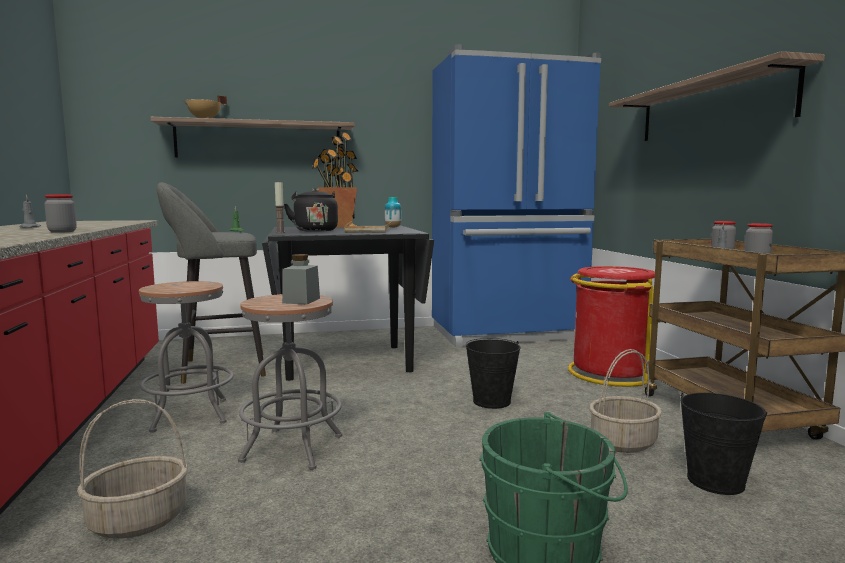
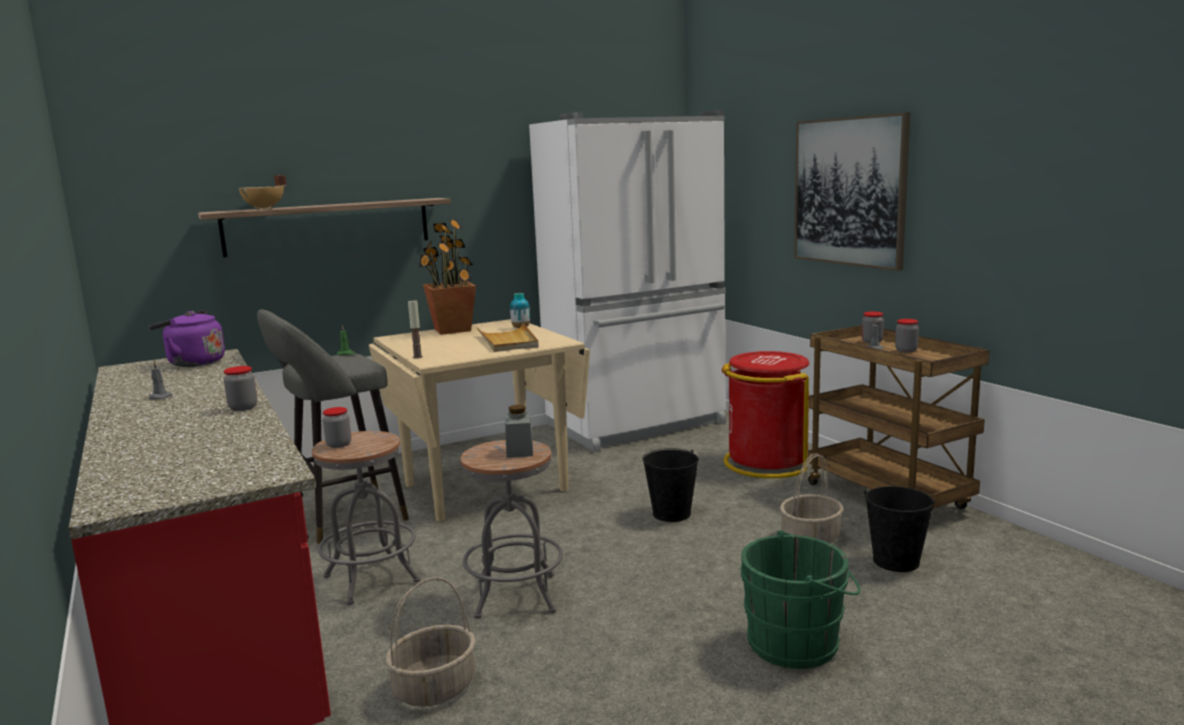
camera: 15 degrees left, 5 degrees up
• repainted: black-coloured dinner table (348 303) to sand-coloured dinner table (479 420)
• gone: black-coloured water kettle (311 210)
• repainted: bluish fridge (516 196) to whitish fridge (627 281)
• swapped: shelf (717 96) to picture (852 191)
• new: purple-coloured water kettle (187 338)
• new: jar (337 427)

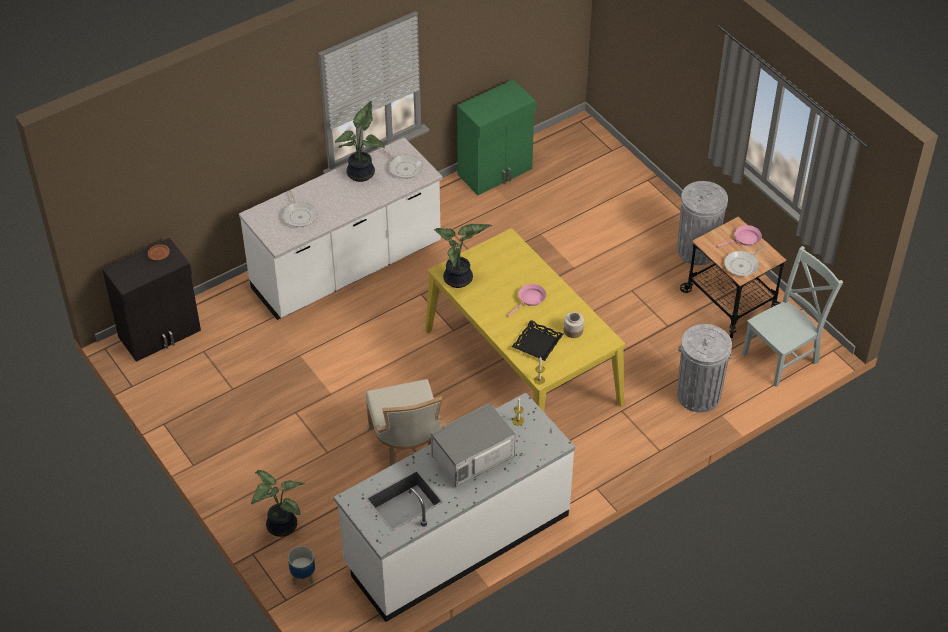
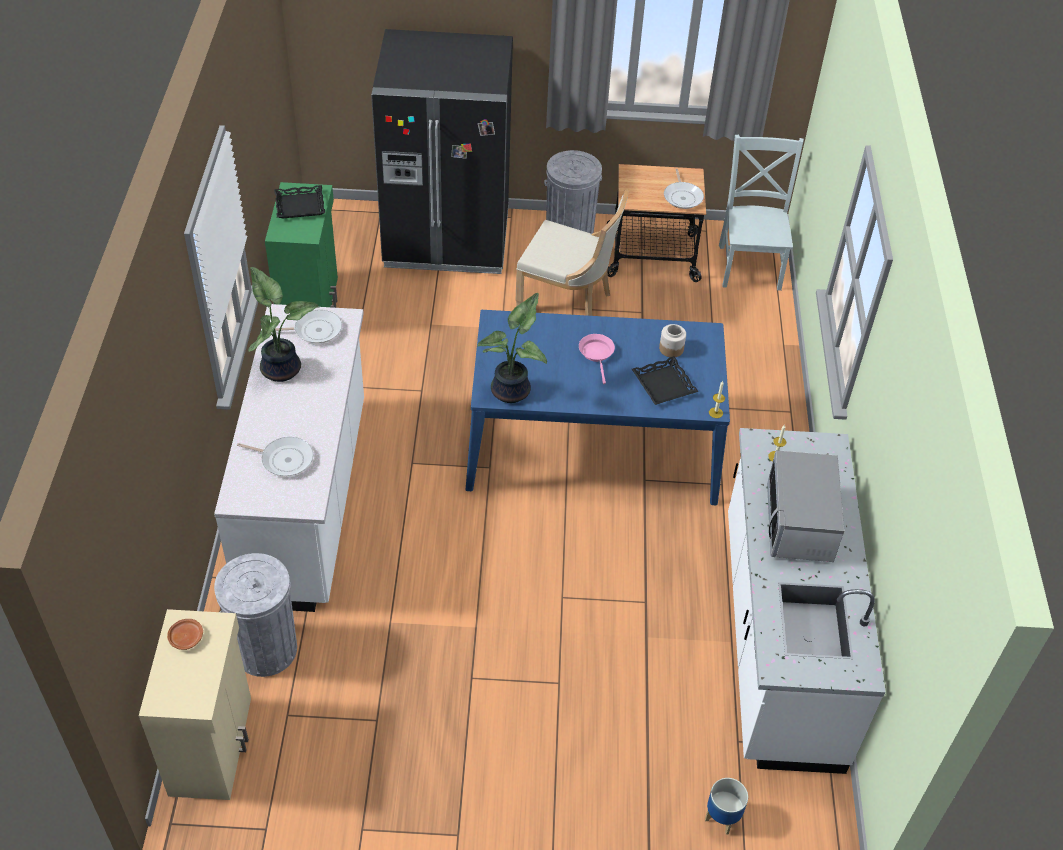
camera: 55 degrees left, 0 degrees up
• repainted: black-coloured cabinet (151 300) to sand-coloured cabinet (195 704)
• gone: plant in a pot (278 503)
• shifted: sand-coloured plain chair (404 423) to (572 253)
• repainted: yellowish dinner table (525 320) to bluish dinner table (598 407)
• shifted: gray waste bin (704 368) to (255 615)
• gone: pink-coloured skillet (739 236)
• new: black-coloured serving tray (299 201)
• new: black-coloured fridge (442 151)

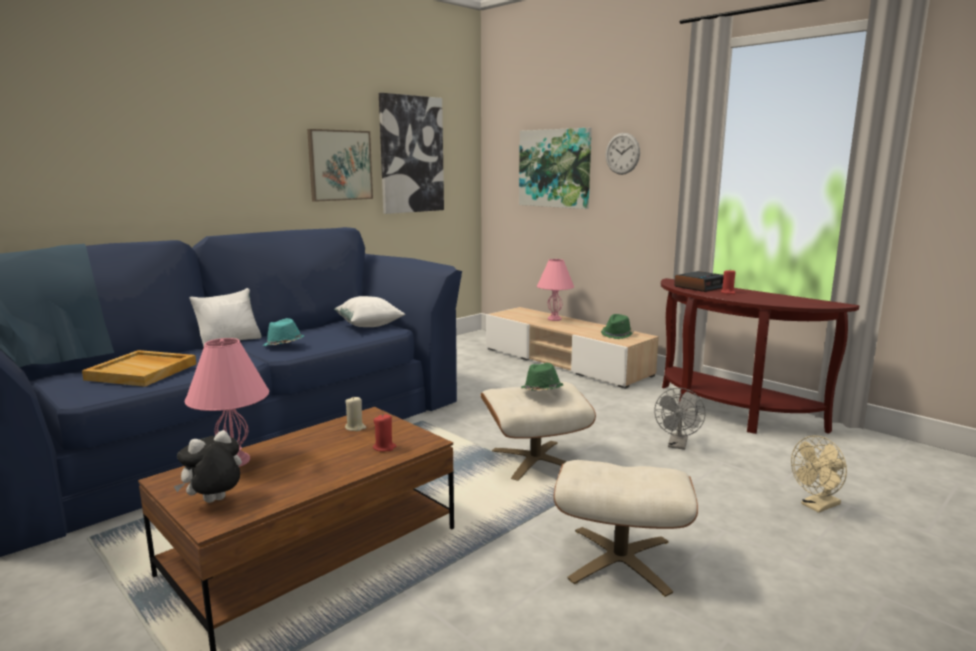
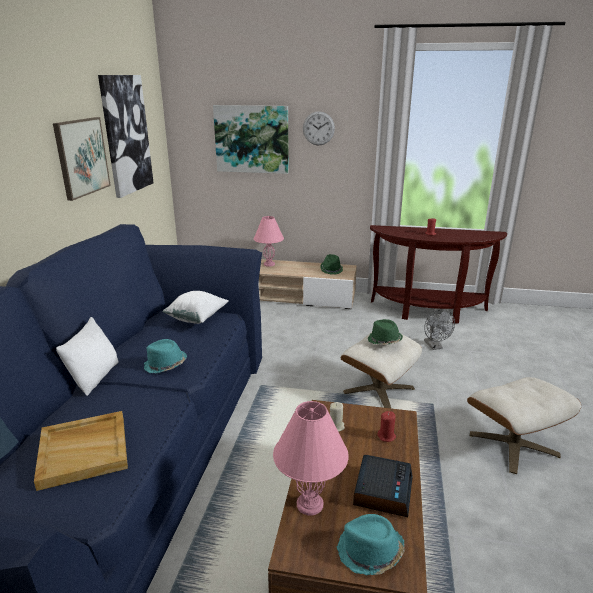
camera: 35 degrees left, 10 degrees up
• swapped: cuddly toy (207 466) to blue-green wearable hat (370 544)
• shifted: alarm clock (699 281) to (383 486)
• gone: sand-coloured electric fan (819 474)

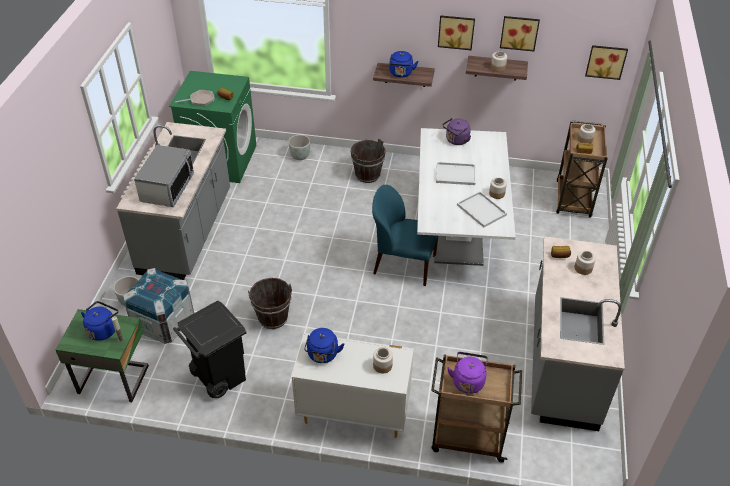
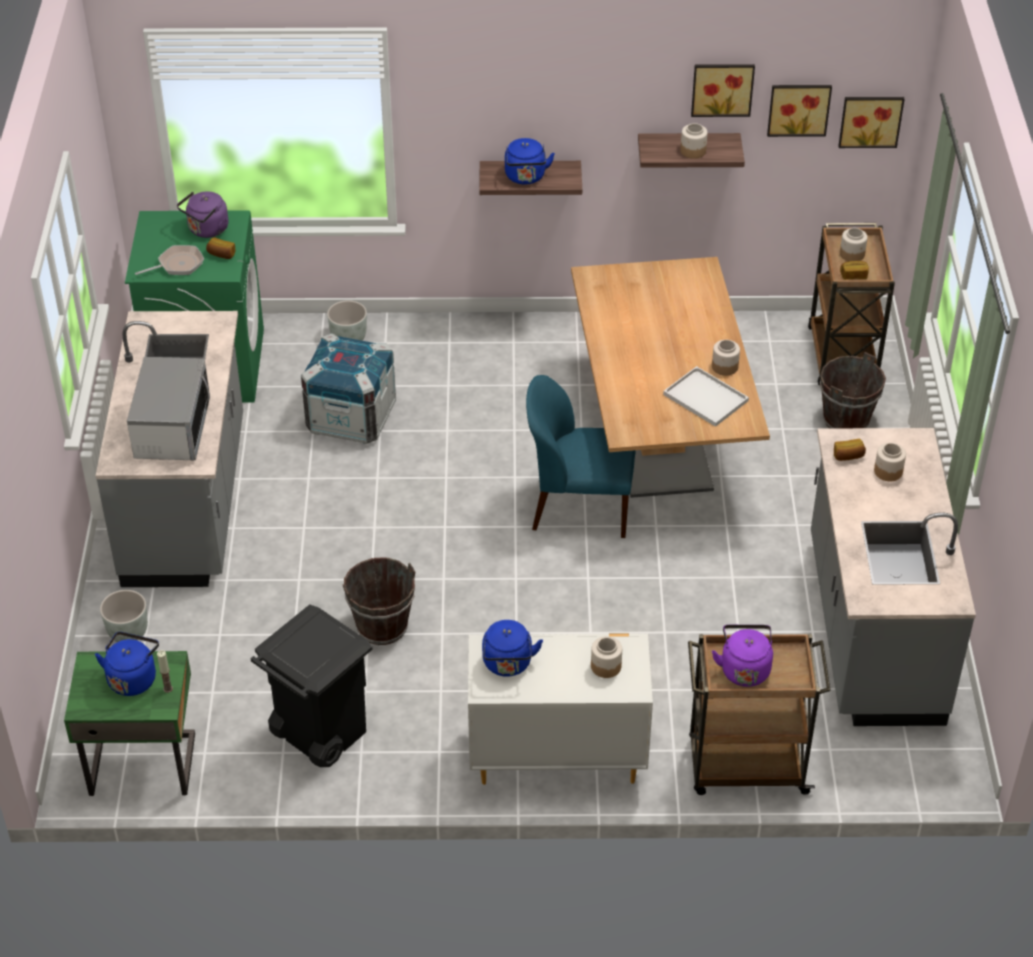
camera: 10 degrees left, 0 degrees up
• shifted: crate (158 306) to (348 388)
• shifted: brown-coloured bucket (368 161) to (853 390)
• repainted: whitish dinner table (466 197) to brown-coloured dinner table (670 377)
• gone: whitish serving tray (455 173)
• shifted: picture (456 32) to (799 111)
• shifted: purple-coloured water kettle (457 131) to (202 214)

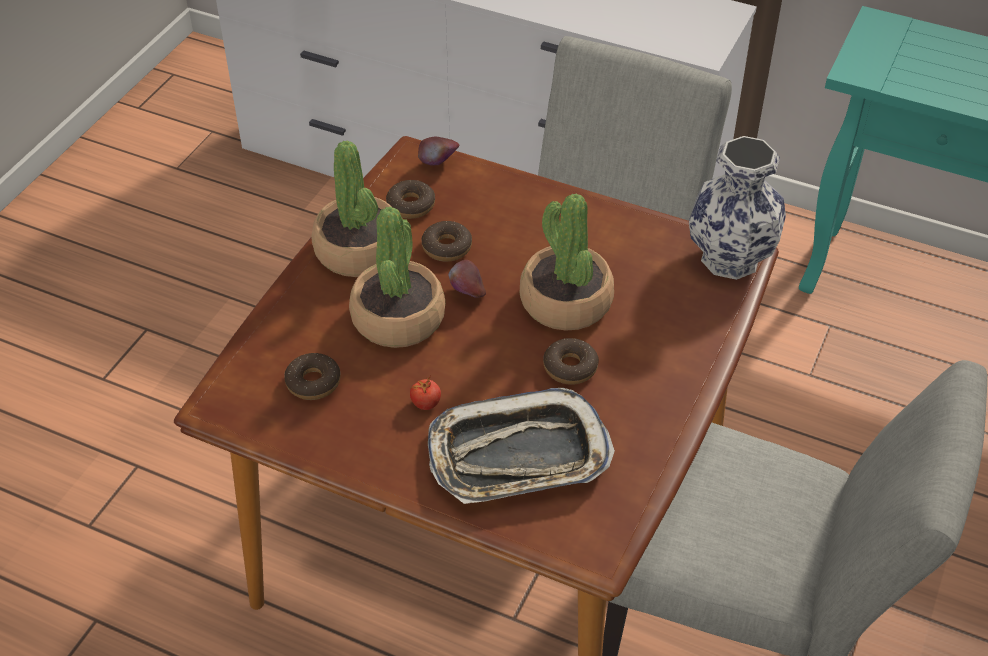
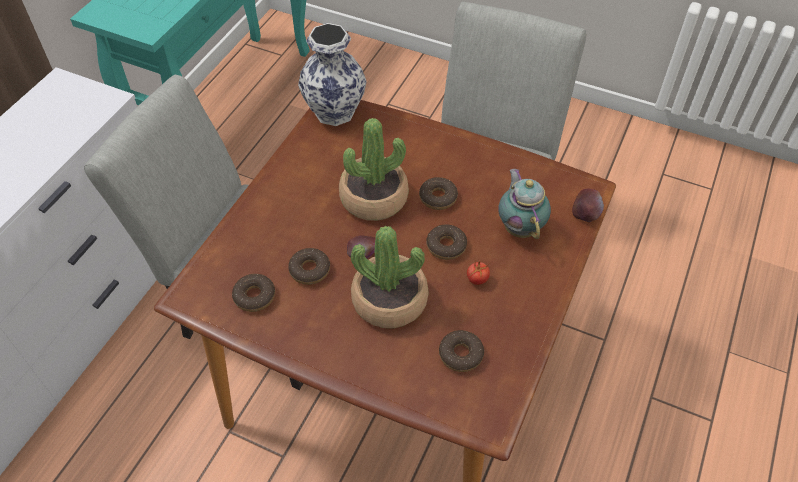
camera: 90 degrees left, 5 degrees up
• gone: plant in a pot (351 209)
• shifted: apple fruit (438 151) to (588 205)
• swapped: serving tray (521 446) to tea pot (525 204)
• new: ring doughnut (447 242)

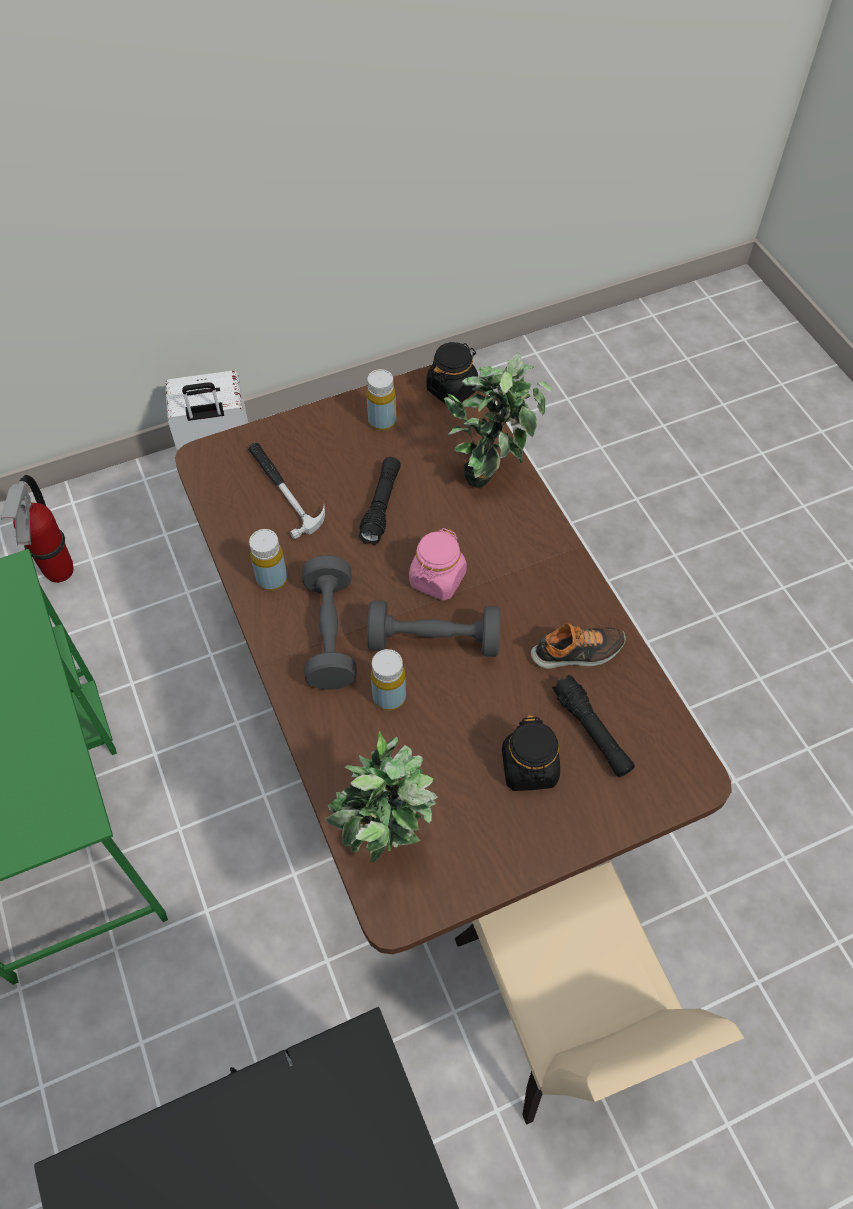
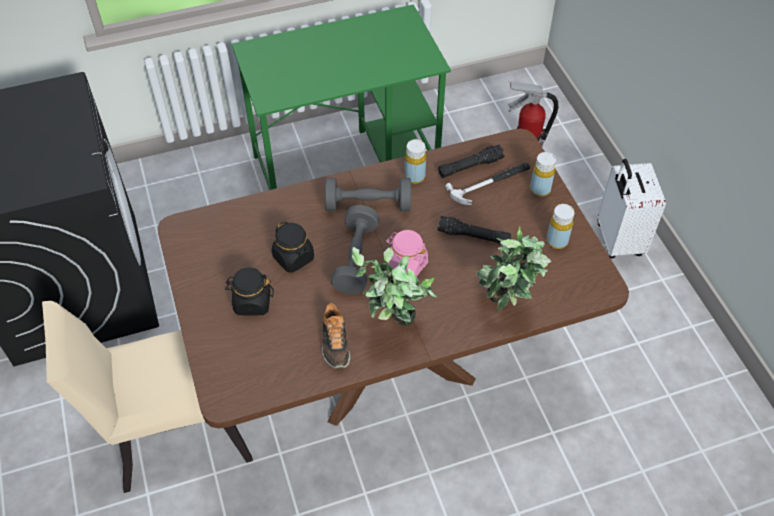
camera: 95 degrees right, 5 degrees down
• shifted: plant in a pot (381 796) to (394 286)
• shifted: yellowish beverage bottle (388 680) to (543 174)
• shifted: black-coloured jar (452 373) to (293 247)
• shifted: black-coloured hand torch (593 726) to (471 161)

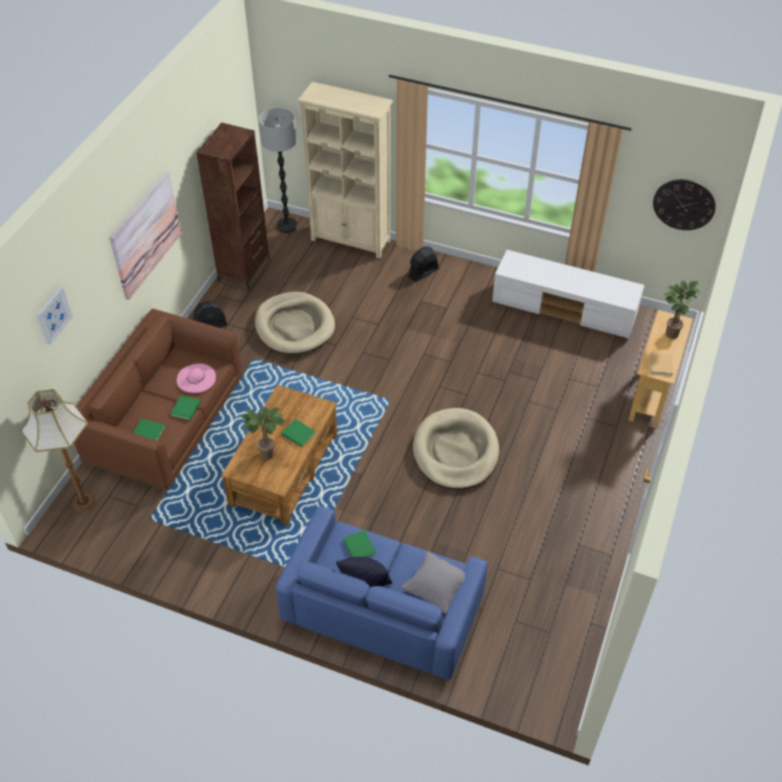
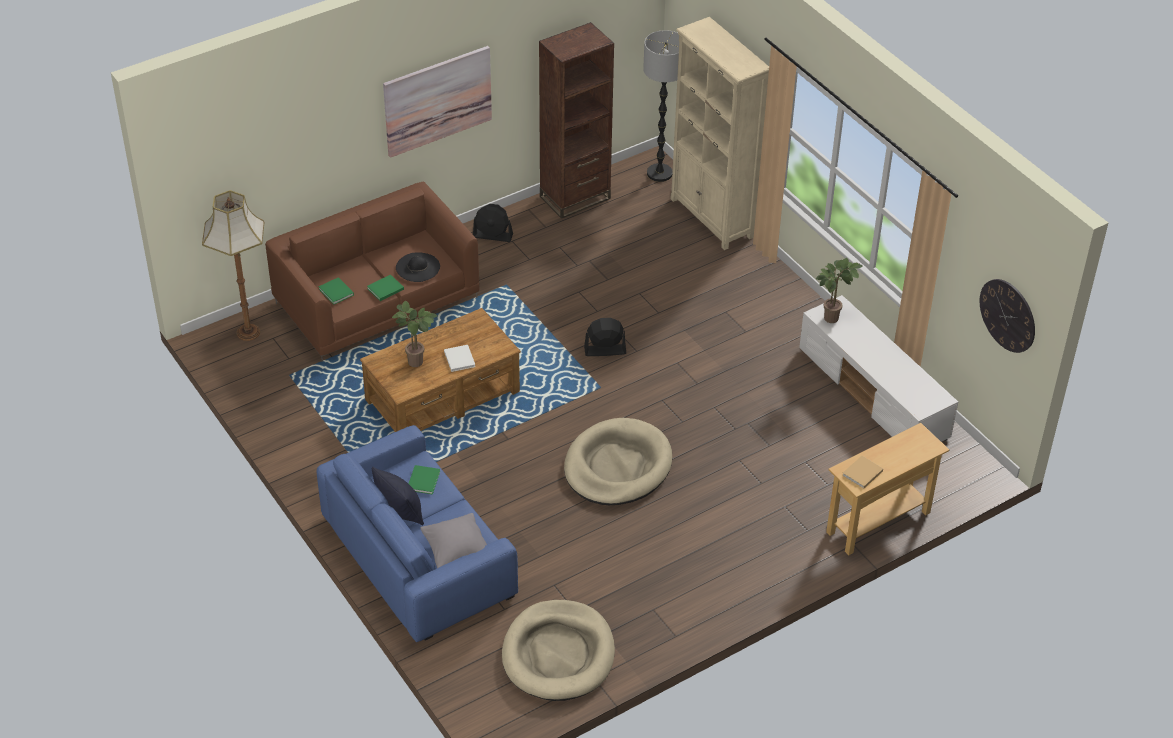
camera: 35 degrees right, 5 degrees down
• gone: picture (54 316)
• repainted: pink-coloured wearable hat (196 378) to black-coloured wearable hat (418 267)
• shifted: sand-coloured pet bed (295 323) to (558 650)
• repainted: green book (298 433) to whitish book (459 358)
• shifted: black-coloured electric fan (423 264) to (605 337)
• shifted: plant in a pot (682 310) to (839 290)

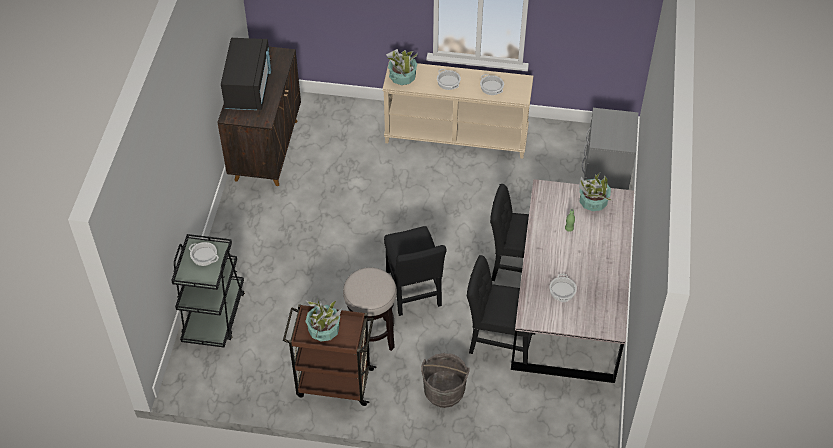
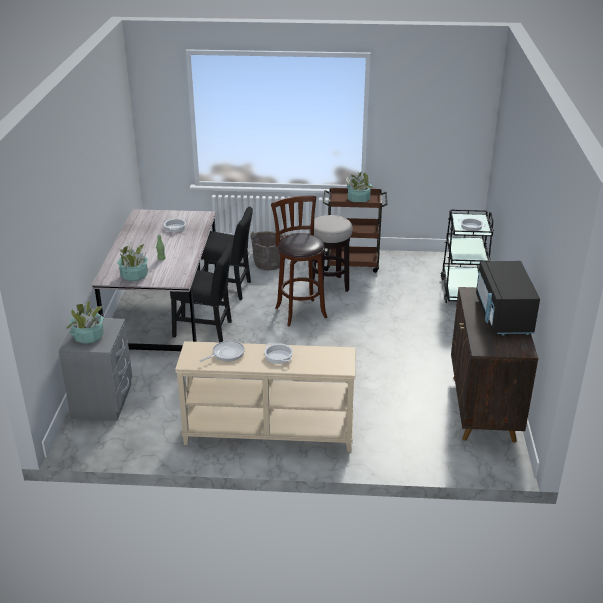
camera: 175 degrees right, 20 degrees down
• swapped: black-coloured plain chair (415 271) to brown-coloured sitting stool (299 261)
• shifted: plant in a pot (402 67) to (85 322)
• swapped: cooking pot (492 84) to skillet (222 351)

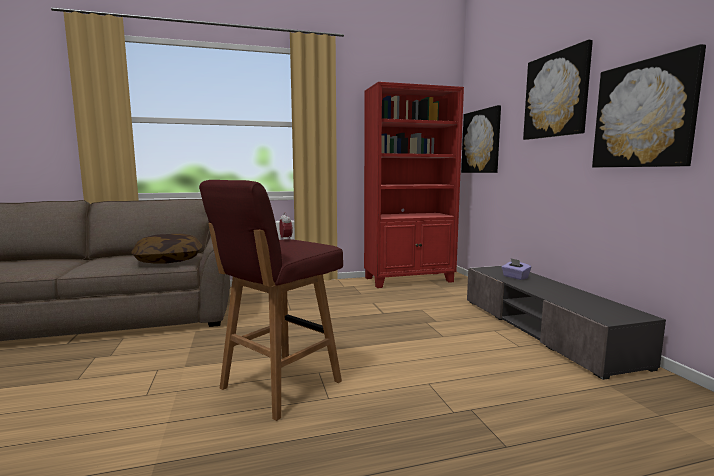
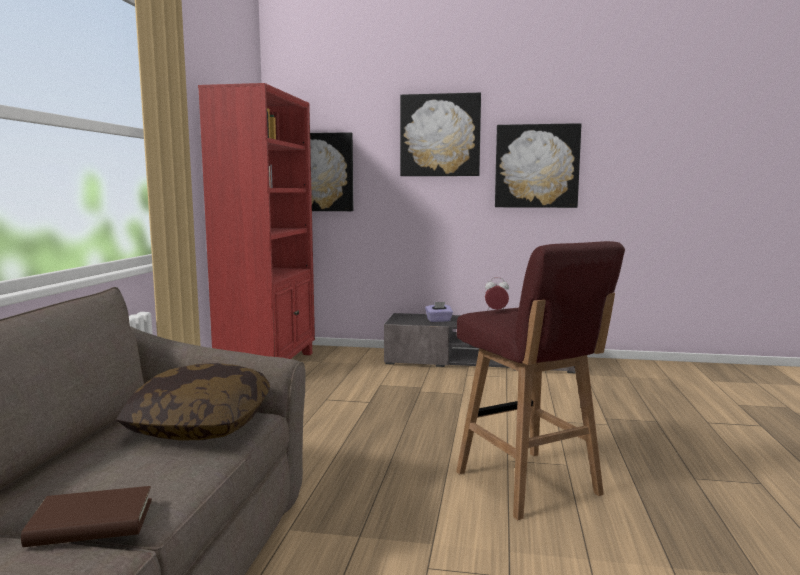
camera: 65 degrees left, 0 degrees up
• new: brown-coloured book (86 516)

